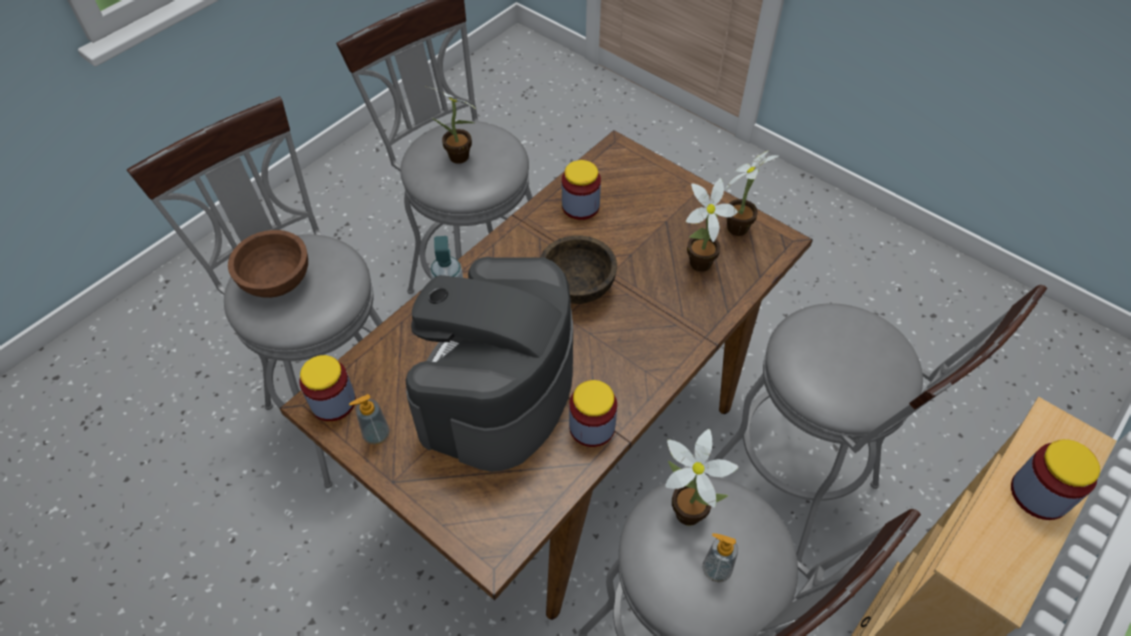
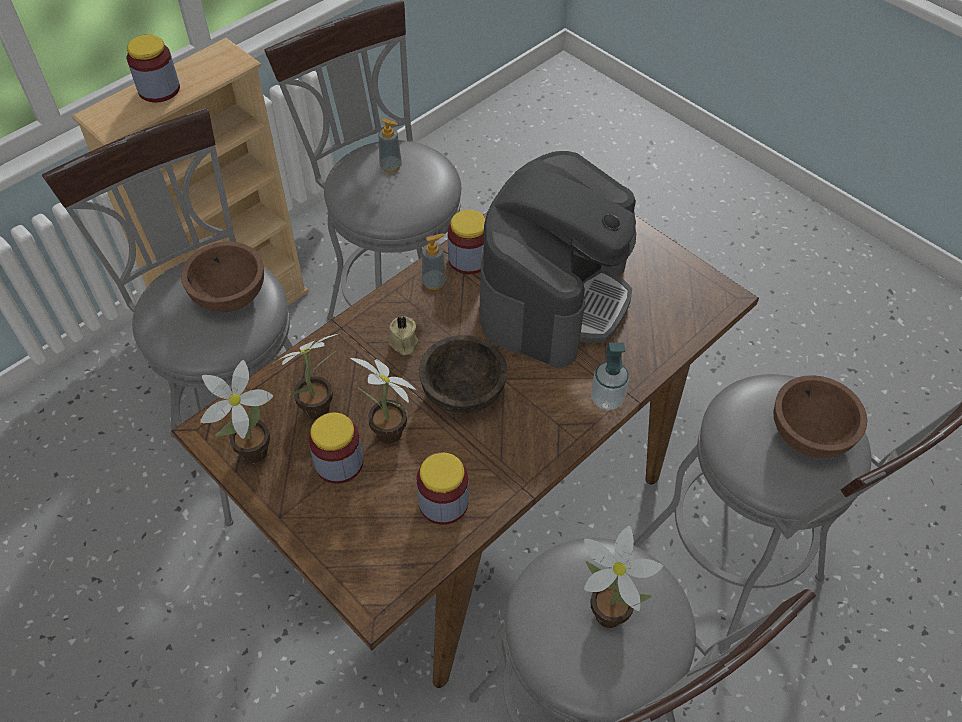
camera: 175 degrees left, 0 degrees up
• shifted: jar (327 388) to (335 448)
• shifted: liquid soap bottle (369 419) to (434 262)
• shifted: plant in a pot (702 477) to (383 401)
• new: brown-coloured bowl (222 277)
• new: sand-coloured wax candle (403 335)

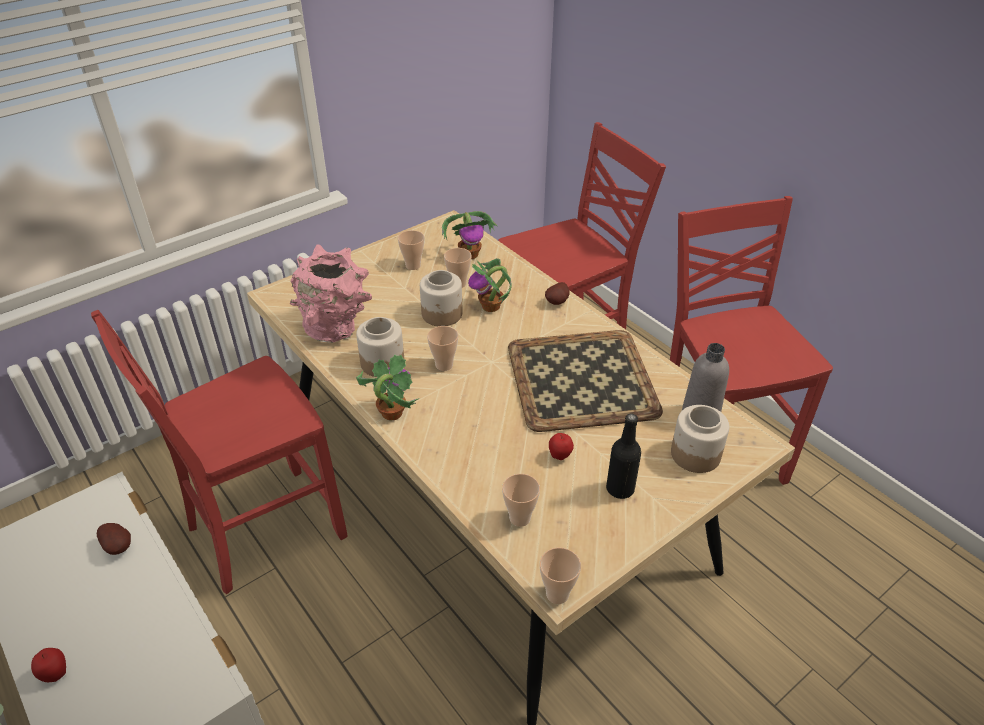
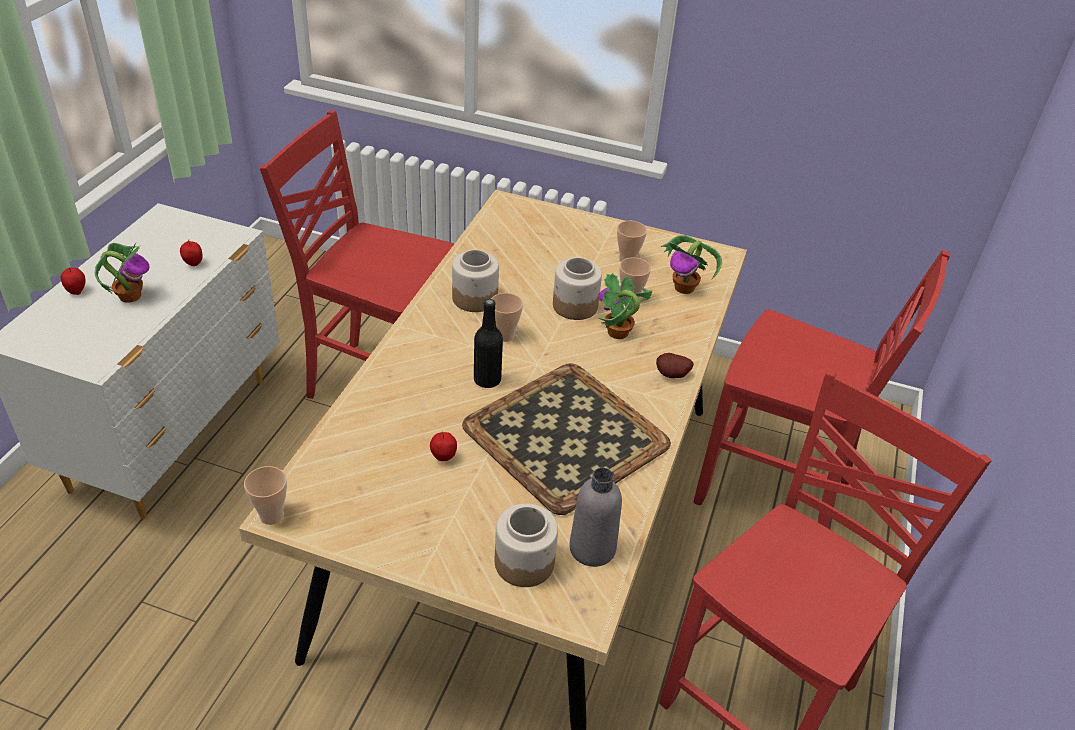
camera: 55 degrees right, 0 degrees up
• swapped: potato (114 539) to apple fruit (191 252)
• gone: pink-coloured flower vase (331 293)
• shifted: plant in a pot (388 387) to (121 273)
• gone: drinking cup (521 500)
• shifted: black-coloured beverage bottle (623 456) to (488 343)

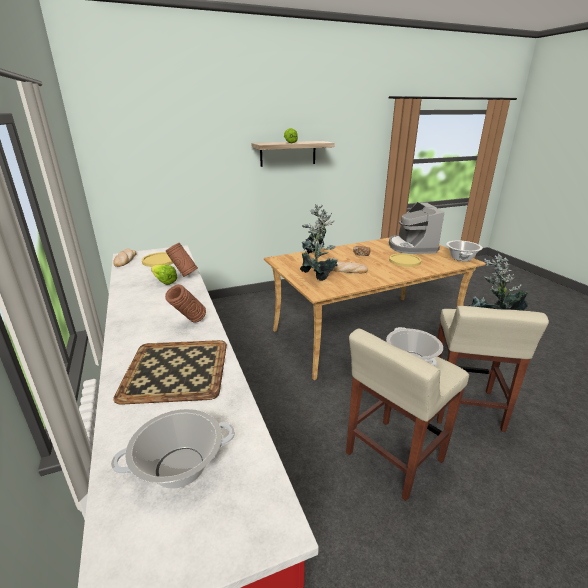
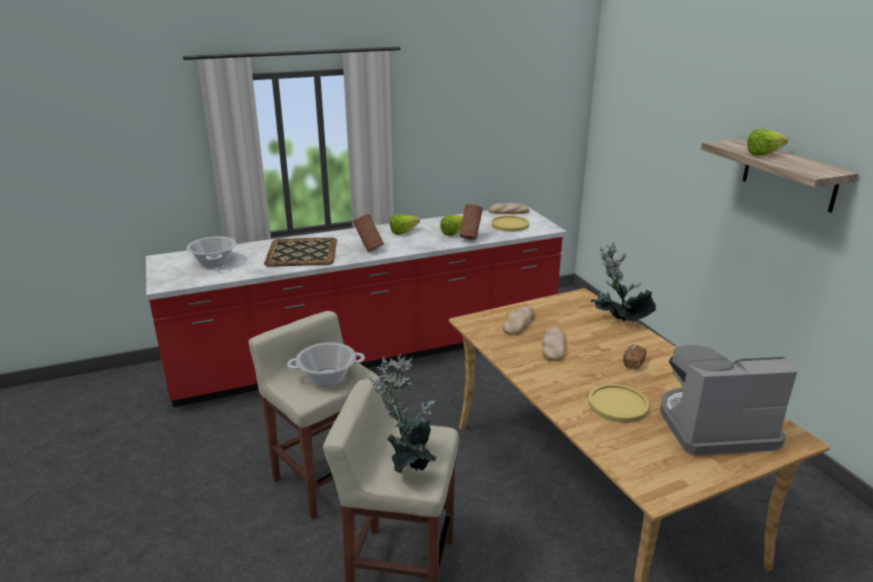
camera: 90 degrees right, 0 degrees up
• swapped: plant in a pot (319 248) to bread (518 320)
• gone: cooking pot (464 250)
• new: lettuce (405 225)

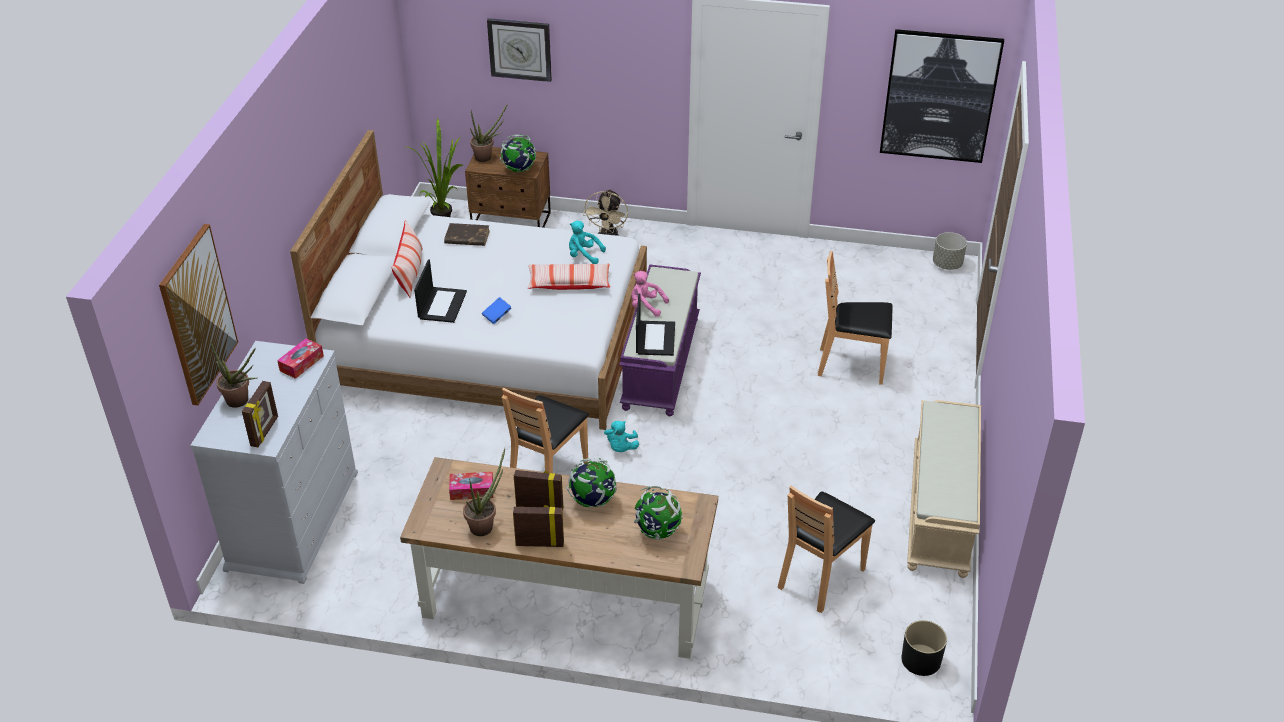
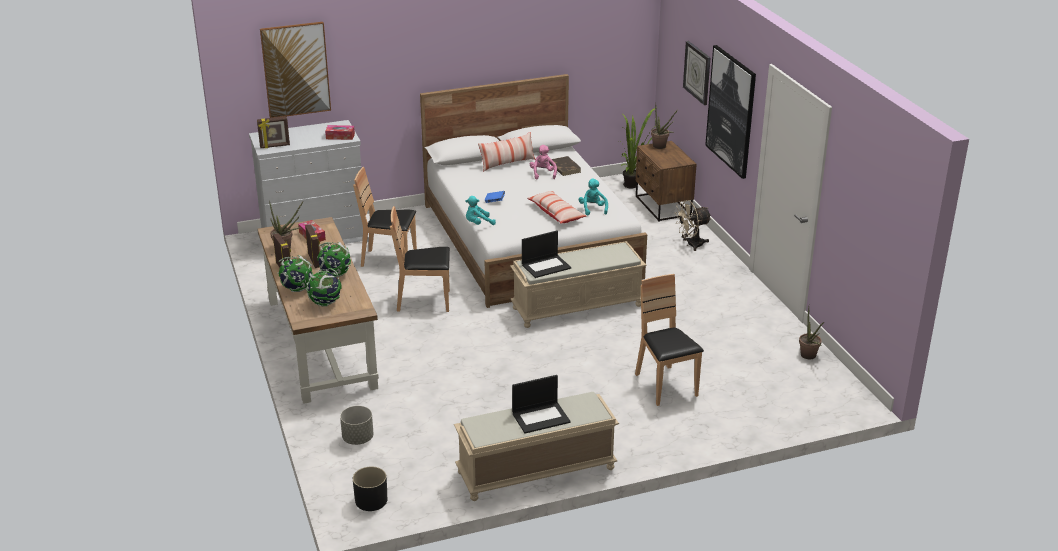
camera: 60 degrees right, 10 degrees down
• shifted: plant in a pot (233 374) to (811 333)
• shifted: portable computer (440 291) to (541 404)
• shifted: globe (518 153) to (295 273)
• shifted: blue-green cuddly toy (621 436) to (480 210)
• repainted: purple-coloured indoor bench (660 340) to sand-coloured indoor bench (578 284)
• shifted: pink-coloured cuddly toy (650 294) to (543 162)
• shifted: brown-coloured plain chair (826 549) to (385 217)
• shifted: picture (942 96) to (730 112)
• shifted: gray flower pot (950 251) to (357 425)

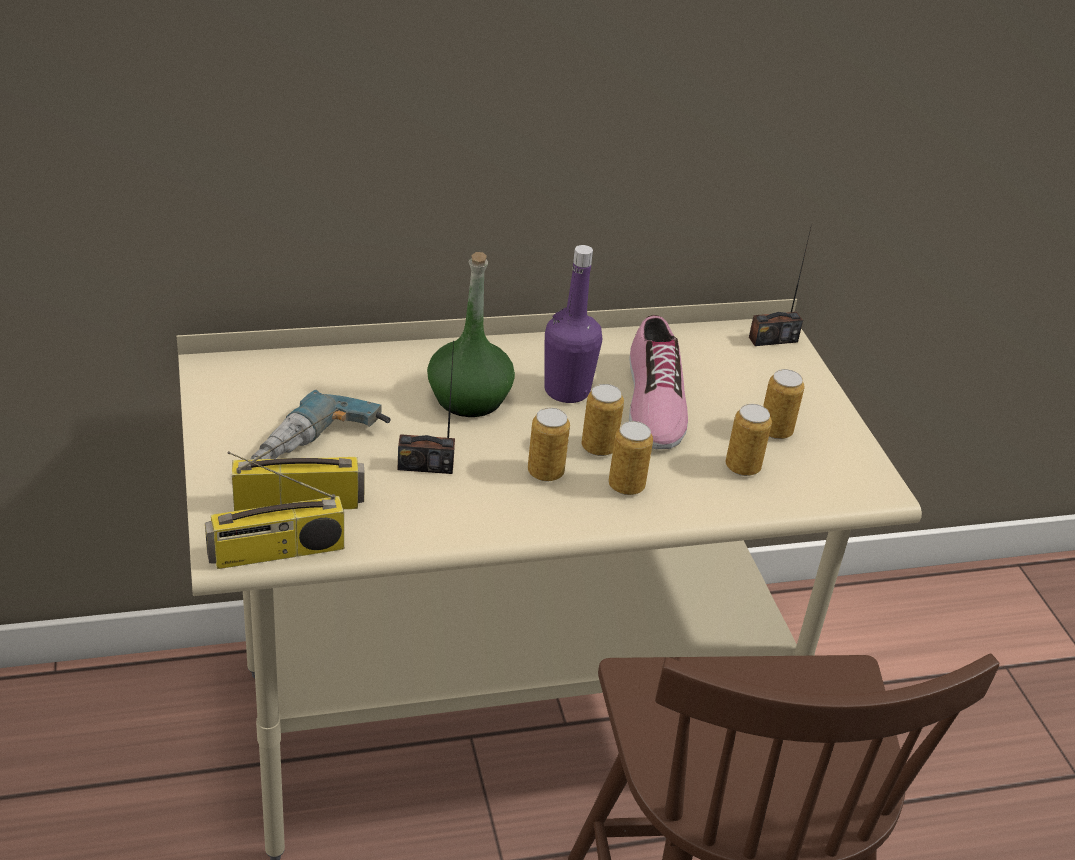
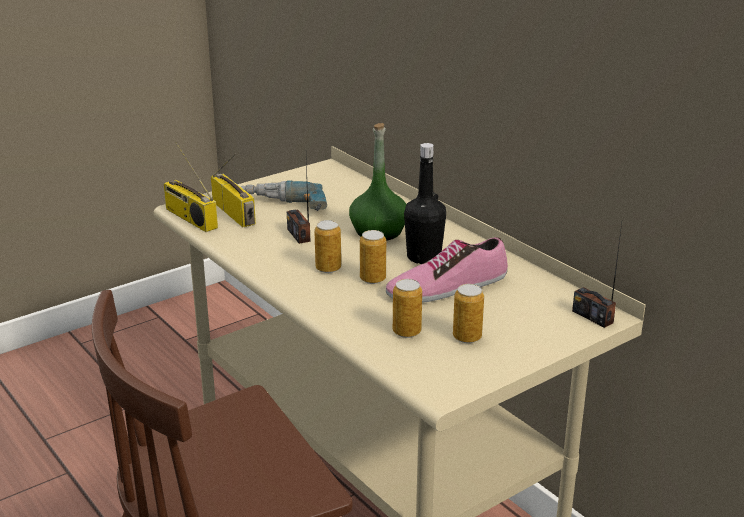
camera: 70 degrees right, 10 degrees down
• repainted: purple-coloured beverage bottle (573 324) to black-coloured beverage bottle (425 203)
• gone: metal can (630 458)

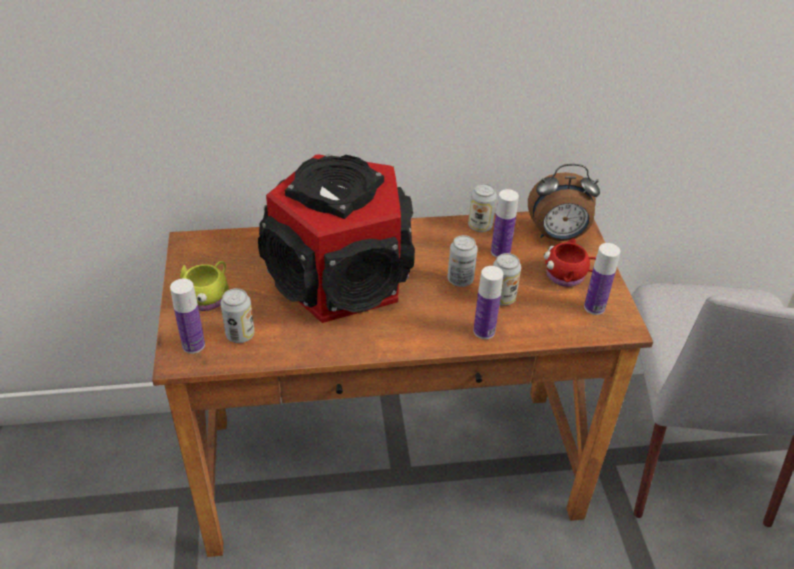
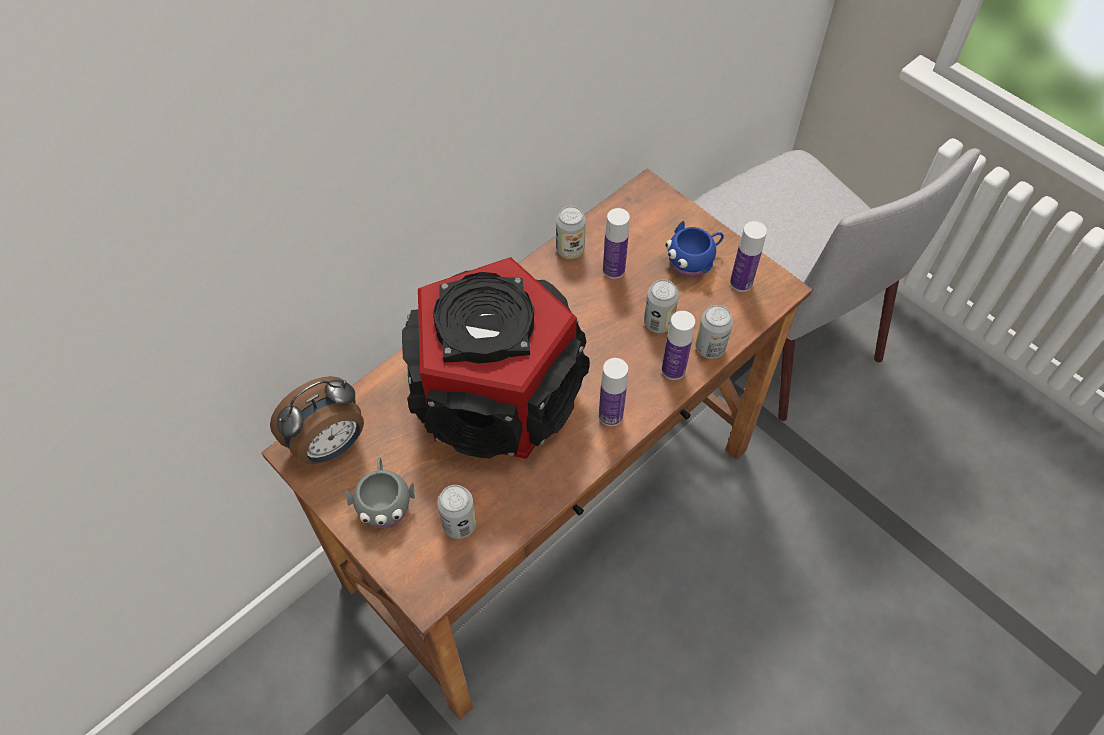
camera: 35 degrees left, 15 degrees up
• shifted: beverage bottle (187 316) to (613 392)
• repainted: yellowish mug (204 286) to gray mug (380 493)
• shifted: metal can (463 261) to (714 332)
• shifted: alarm clock (564 202) to (317 420)
• repainted: red mug (570 262) to bluish mug (694 249)

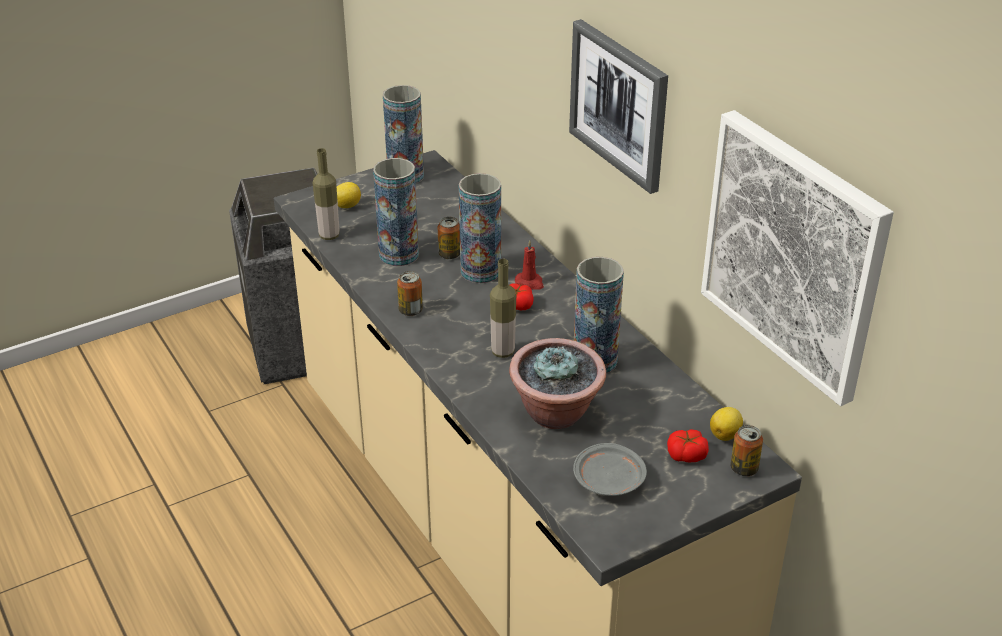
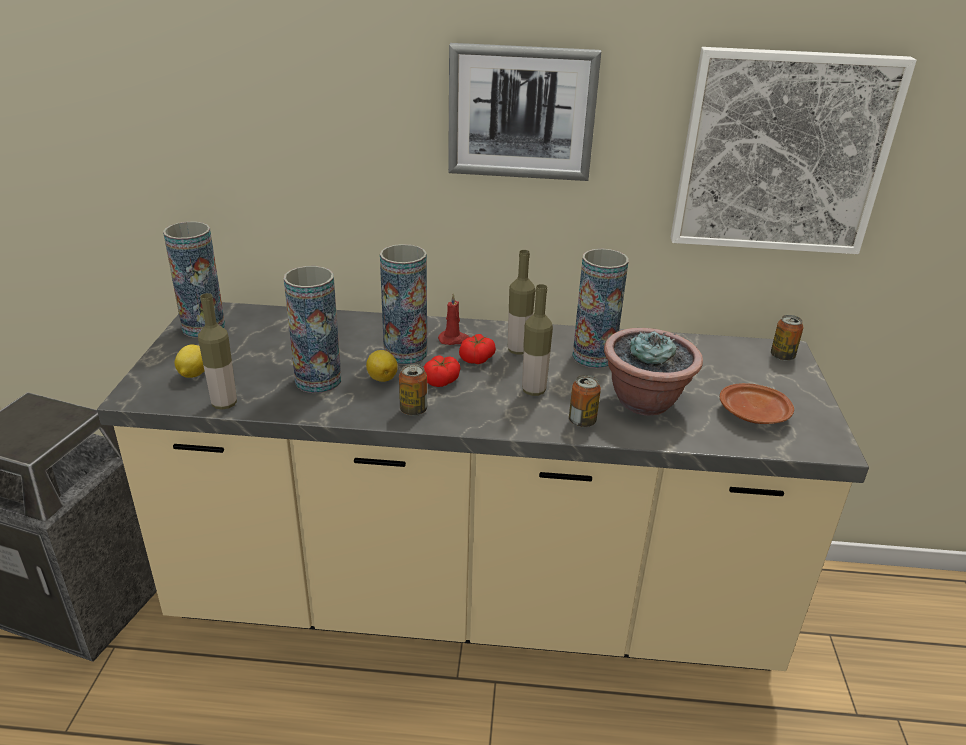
camera: 55 degrees left, 5 degrees down
• shifted: metal can (449 238) to (585 401)
• repainted: gray plate (610 469) to brown-coloured plate (757 403)
• shifted: tomato (688 445) to (442 371)
• shifted: citrus fruit (726 424) to (382 366)
• new: beverage bottle (521 302)

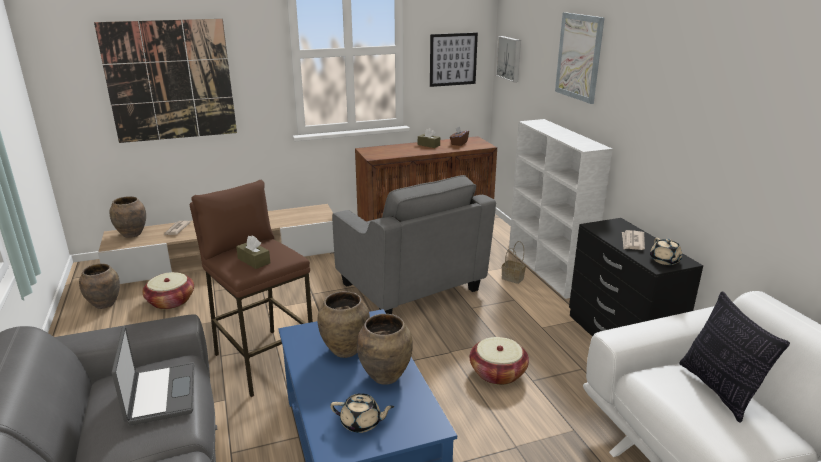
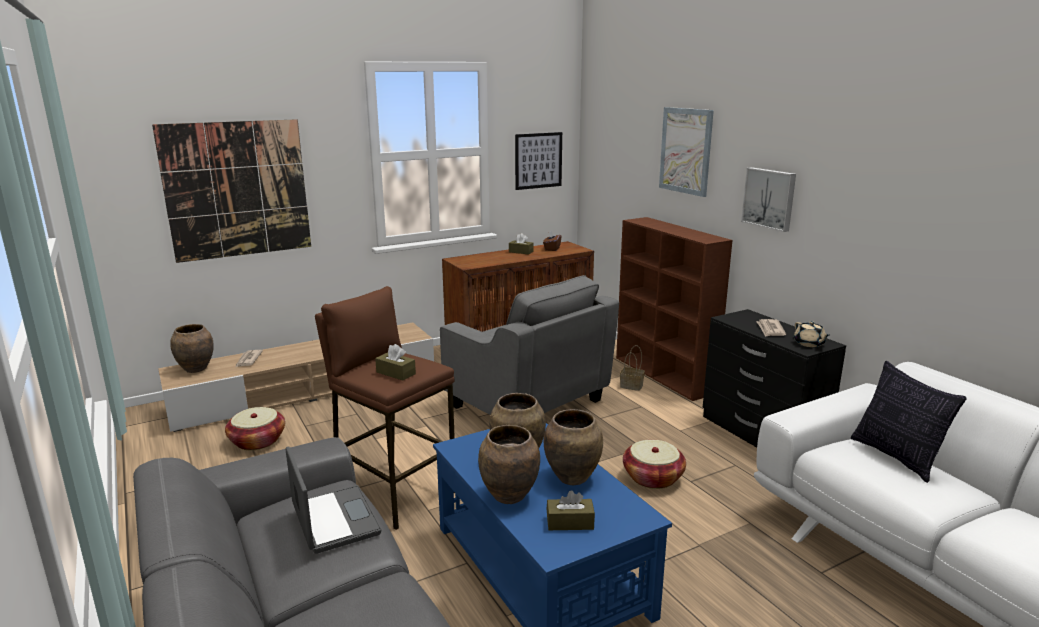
camera: 10 degrees left, 5 degrees down
• shifted: brown-coloured flower vase (99 286) to (509 464)
• swapped: sand-coloured tea pot (362 413) to brown-coloured box of tissues (571 510)
• shifted: picture (508 59) to (768 199)
• repainted: whitish shelving unit (561 209) to brown-coloured shelving unit (674 309)

